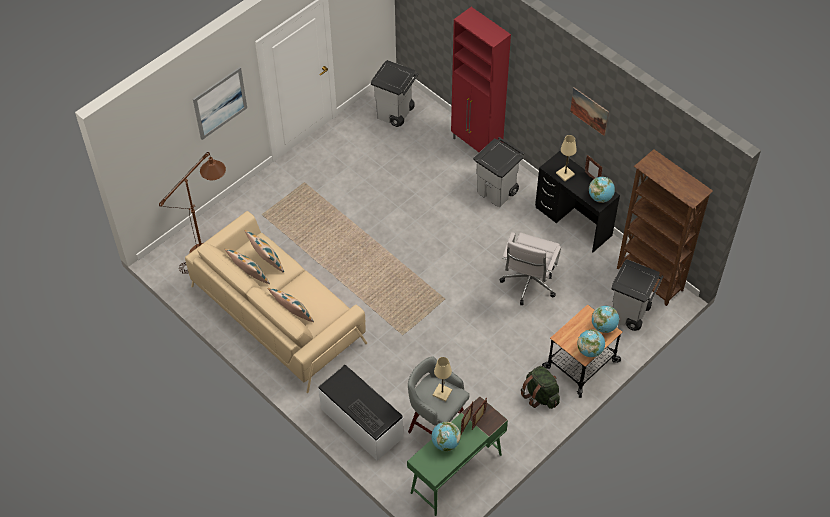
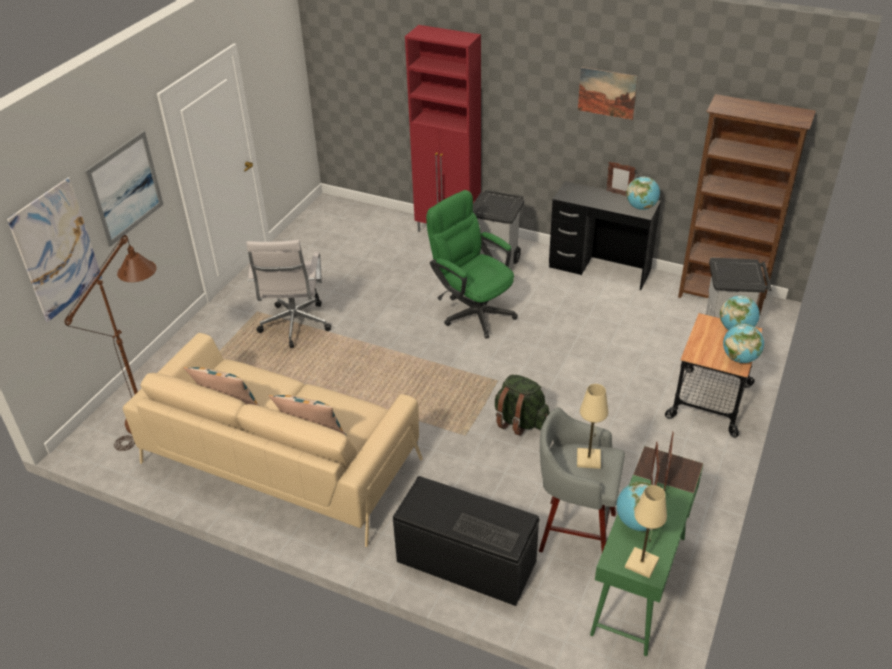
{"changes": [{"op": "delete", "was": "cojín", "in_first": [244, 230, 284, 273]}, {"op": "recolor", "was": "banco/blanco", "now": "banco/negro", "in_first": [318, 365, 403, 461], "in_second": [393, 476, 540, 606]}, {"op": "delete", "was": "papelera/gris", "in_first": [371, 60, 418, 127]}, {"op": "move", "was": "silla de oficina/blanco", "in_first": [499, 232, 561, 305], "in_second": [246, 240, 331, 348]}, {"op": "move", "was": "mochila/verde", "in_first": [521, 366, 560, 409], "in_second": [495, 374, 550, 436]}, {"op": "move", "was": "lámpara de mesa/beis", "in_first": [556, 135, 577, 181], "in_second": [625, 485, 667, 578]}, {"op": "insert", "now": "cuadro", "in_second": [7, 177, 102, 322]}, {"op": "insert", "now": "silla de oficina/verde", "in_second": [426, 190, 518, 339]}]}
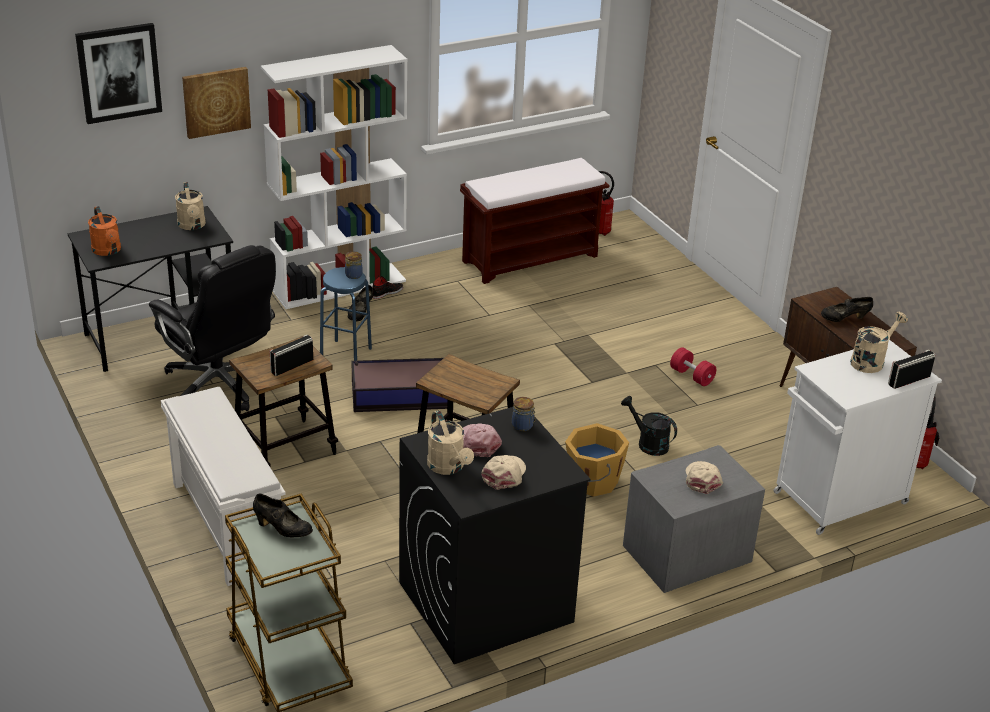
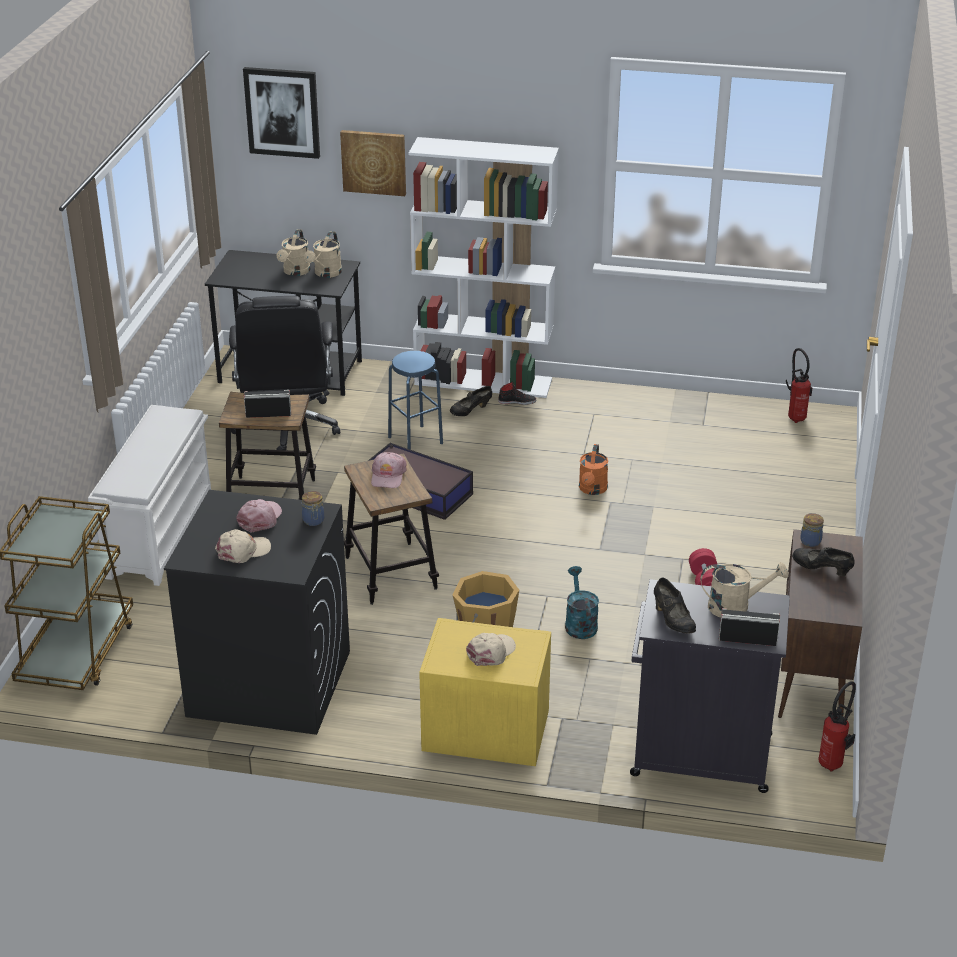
{"changes": [{"op": "move", "was": "regadera/naranja", "in_first": [88, 206, 121, 256], "in_second": [579, 444, 608, 495]}, {"op": "move", "was": "zapato/negro", "in_first": [253, 494, 313, 537], "in_second": [654, 577, 696, 634]}, {"op": "move", "was": "tarro", "in_first": [345, 252, 363, 279], "in_second": [800, 513, 824, 547]}, {"op": "move", "was": "regadera/beis", "in_first": [427, 411, 474, 475], "in_second": [277, 229, 311, 276]}, {"op": "delete", "was": "banco/marrón", "in_first": [460, 158, 609, 284]}, {"op": "recolor", "was": "regadera/negro", "now": "regadera/turquesa", "in_first": [621, 396, 677, 456], "in_second": [565, 566, 599, 639]}, {"op": "recolor", "was": "mesita de noche/gris", "now": "mesita de noche/amarillo", "in_first": [623, 445, 765, 593], "in_second": [419, 618, 551, 766]}, {"op": "recolor", "was": "armario/blanco", "now": "armario/negro", "in_first": [773, 340, 942, 535], "in_second": [630, 579, 790, 793]}, {"op": "insert", "now": "gorra/rosa", "in_second": [371, 452, 407, 488]}]}
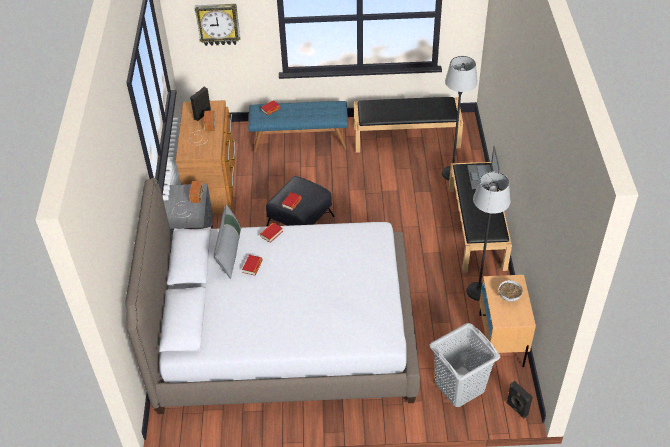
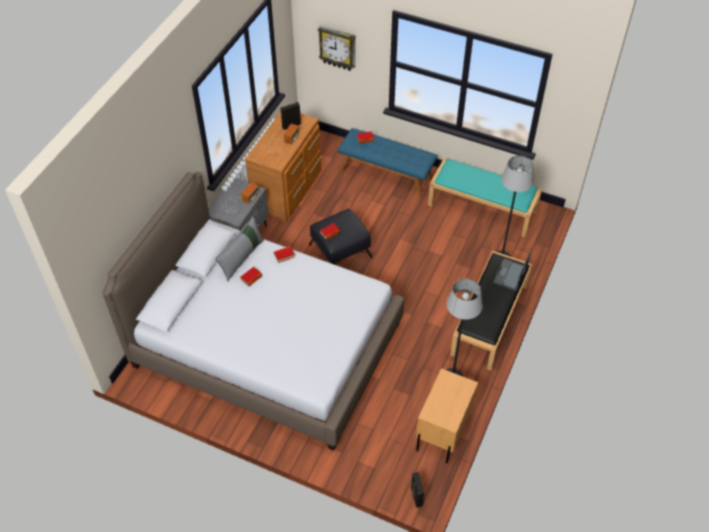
{"changes": [{"op": "recolor", "was": "banco/negro", "now": "banco/turquesa", "in_first": [354, 97, 463, 153], "in_second": [428, 158, 542, 238]}, {"op": "delete", "was": "cesto de la ropa/gris", "in_first": [430, 323, 500, 407]}, {"op": "delete", "was": "cuenco", "in_first": [499, 280, 523, 302]}]}
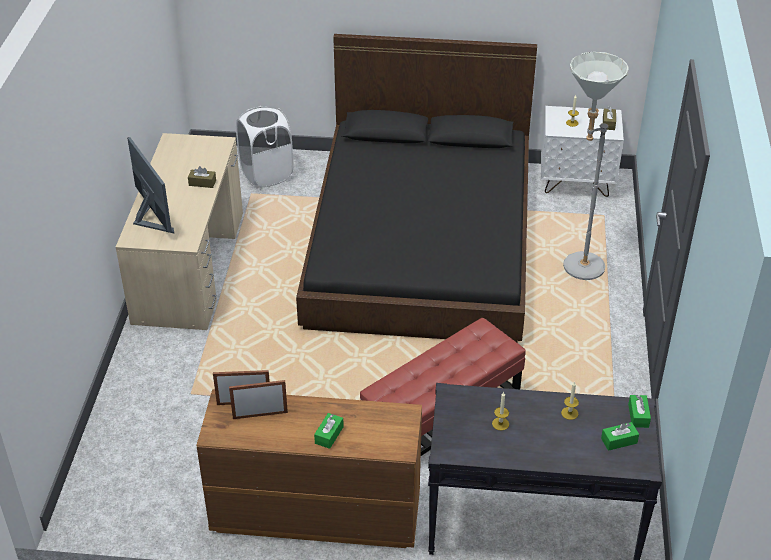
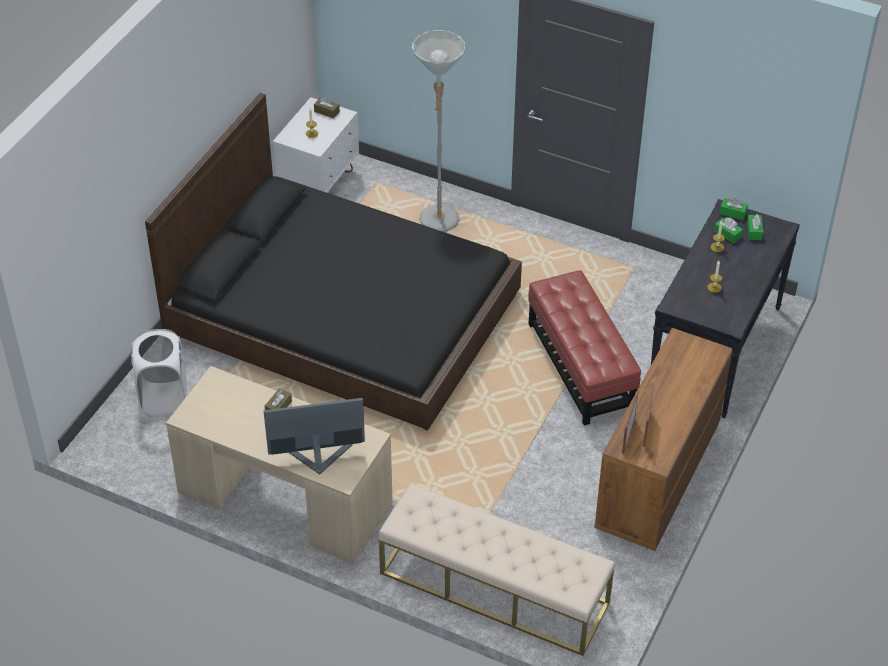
{"changes": [{"op": "move", "was": "caja de pañuelos/verde", "in_first": [314, 413, 344, 449], "in_second": [714, 217, 743, 244]}, {"op": "insert", "now": "banco/beis", "in_second": [379, 483, 615, 656]}]}
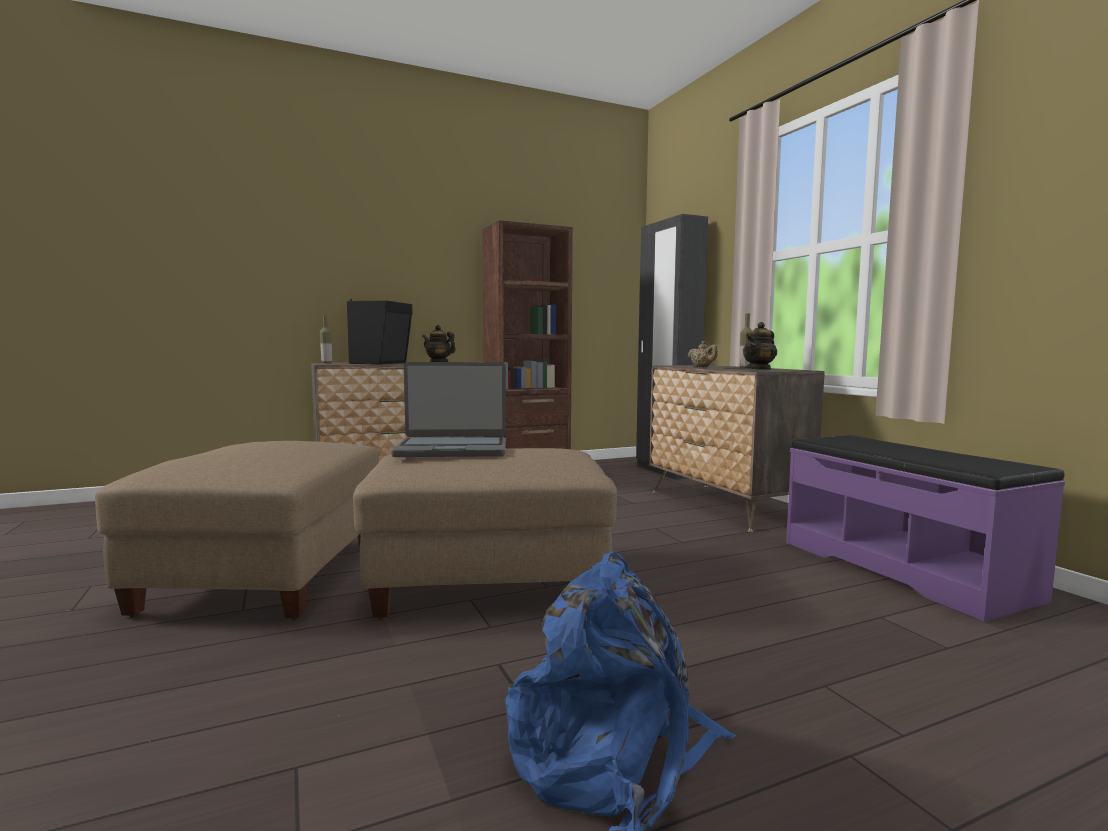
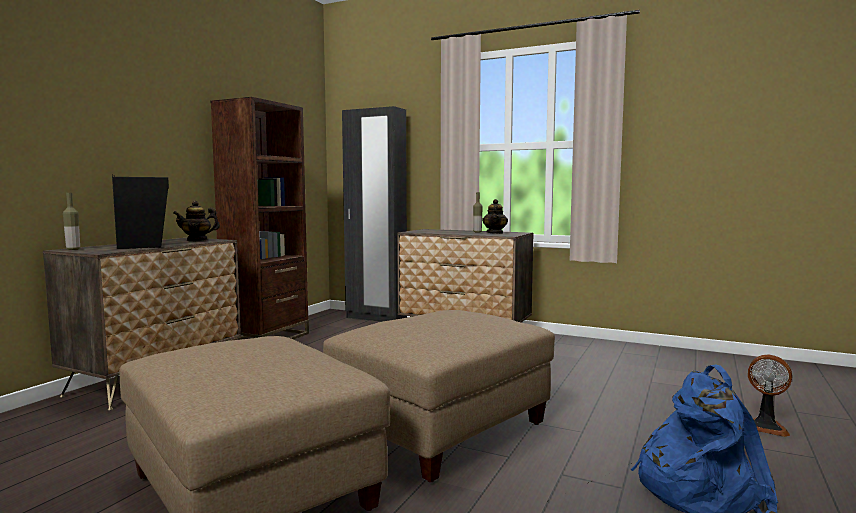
{"changes": [{"op": "delete", "was": "portátil", "in_first": [391, 362, 506, 457]}, {"op": "delete", "was": "tetera/beis", "in_first": [688, 341, 718, 367]}, {"op": "delete", "was": "banco/morado", "in_first": [786, 435, 1065, 622]}, {"op": "insert", "now": "ventilador", "in_second": [748, 355, 792, 437]}]}
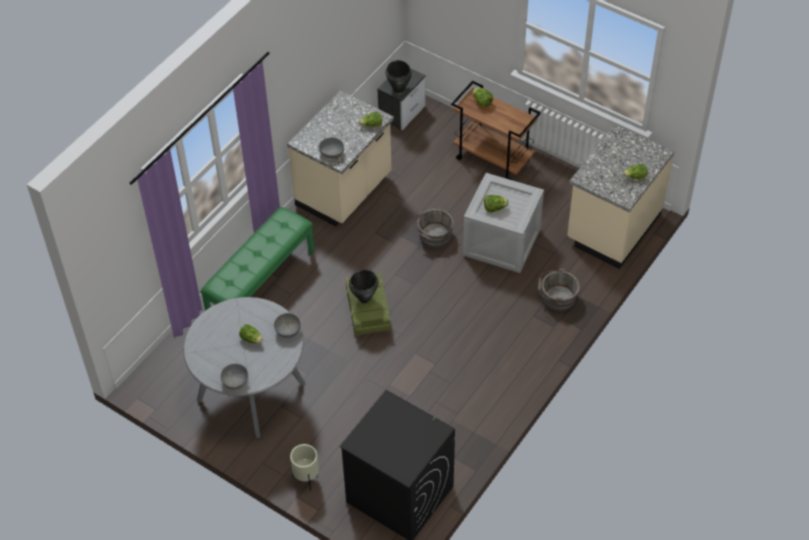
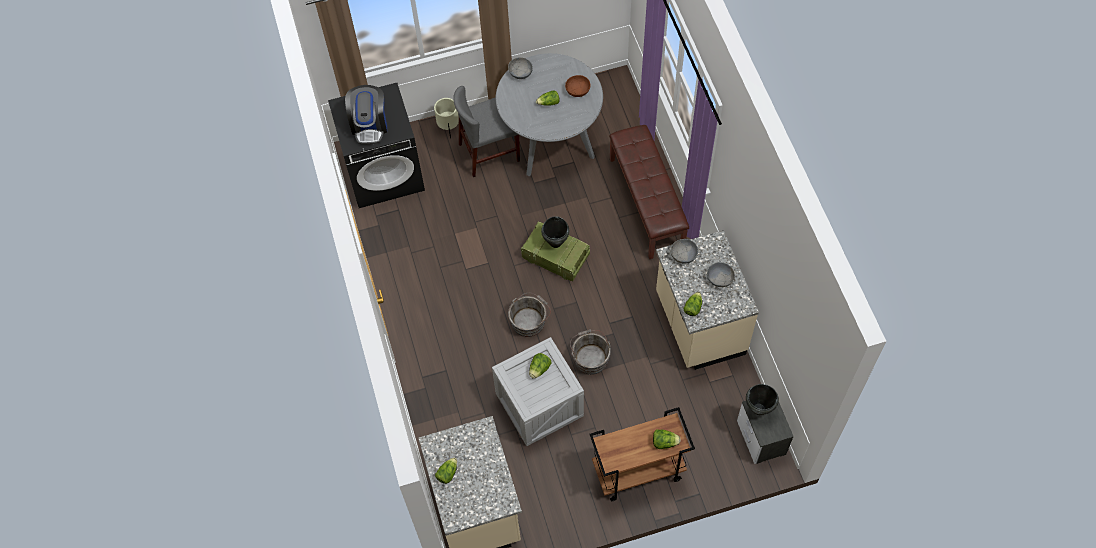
{"changes": [{"op": "recolor", "was": "banco/verde", "now": "banco/marrón", "in_first": [200, 207, 314, 311], "in_second": [609, 125, 689, 259]}, {"op": "move", "was": "cuenco/gris", "in_first": [274, 313, 301, 338], "in_second": [707, 262, 735, 287]}, {"op": "move", "was": "cubo/gris", "in_first": [538, 268, 580, 311], "in_second": [508, 292, 551, 337]}, {"op": "insert", "now": "cafetera", "in_second": [345, 85, 387, 145]}, {"op": "insert", "now": "silla/gris", "in_second": [453, 86, 520, 177]}, {"op": "insert", "now": "cuenco/marrón", "in_second": [565, 75, 591, 97]}]}
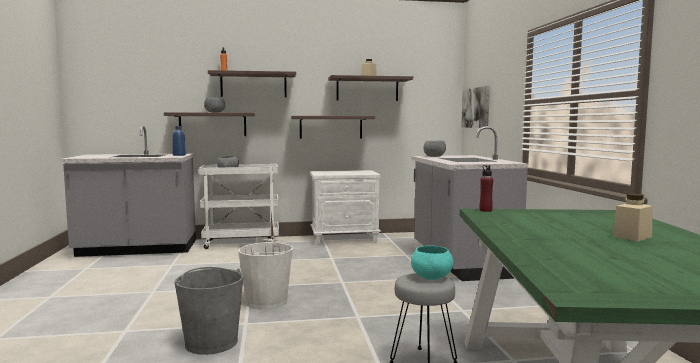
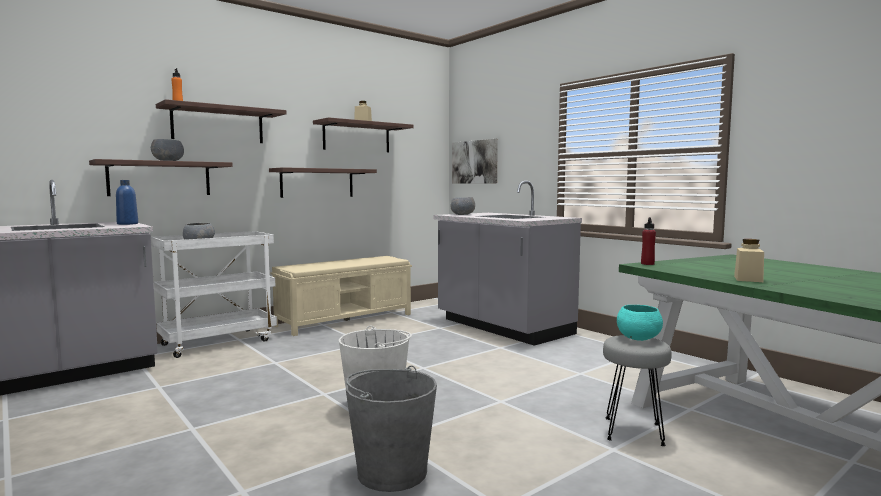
{"changes": [{"op": "replace", "was": "mesita de noche/blanco", "now": "banco/beis", "in_first": [310, 170, 381, 245], "in_second": [271, 256, 412, 336]}, {"op": "move", "was": "tarro/beis", "in_first": [613, 193, 653, 241], "in_second": [734, 239, 764, 282]}]}
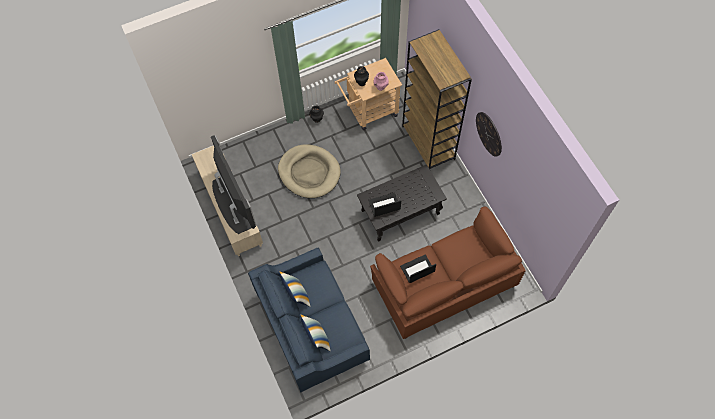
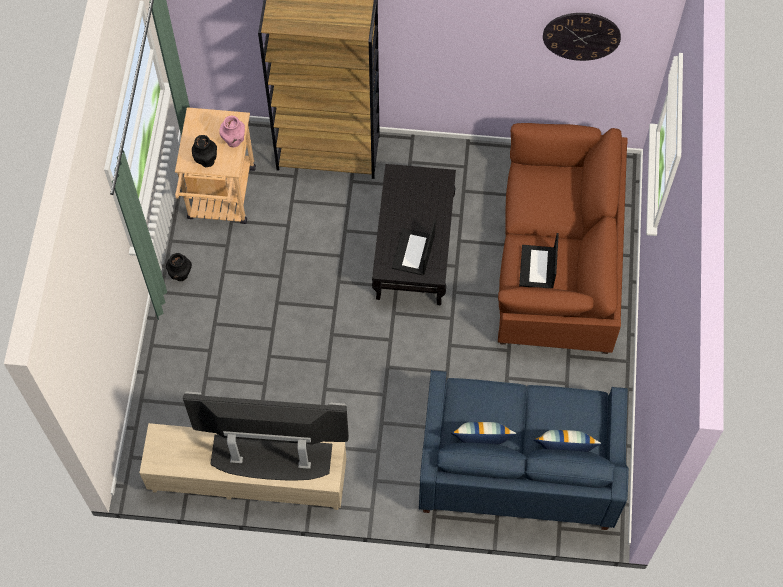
{"changes": [{"op": "delete", "was": "cama para perro/beis", "in_first": [278, 144, 341, 198]}, {"op": "move", "was": "reloj de pared", "in_first": [476, 112, 502, 157], "in_second": [543, 13, 621, 61]}]}
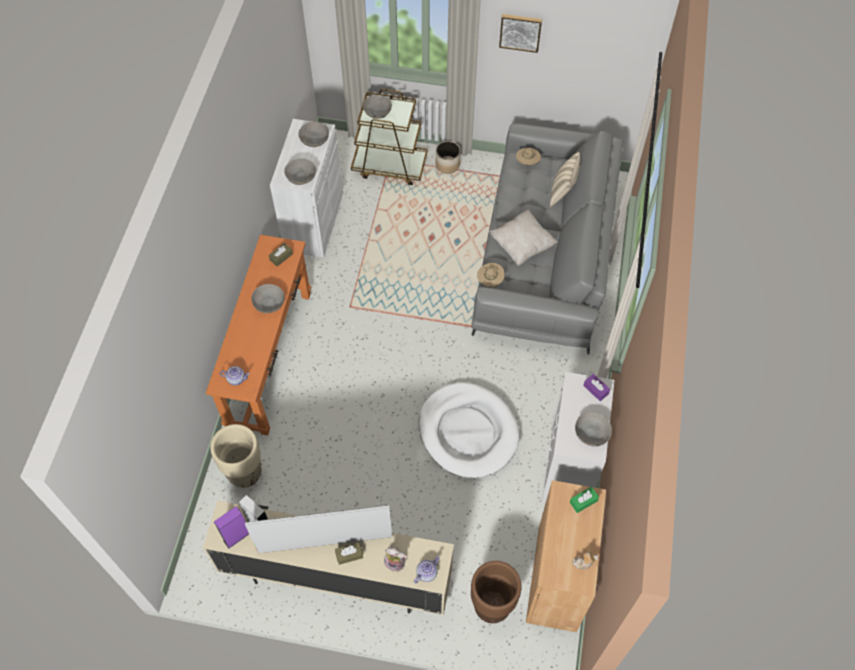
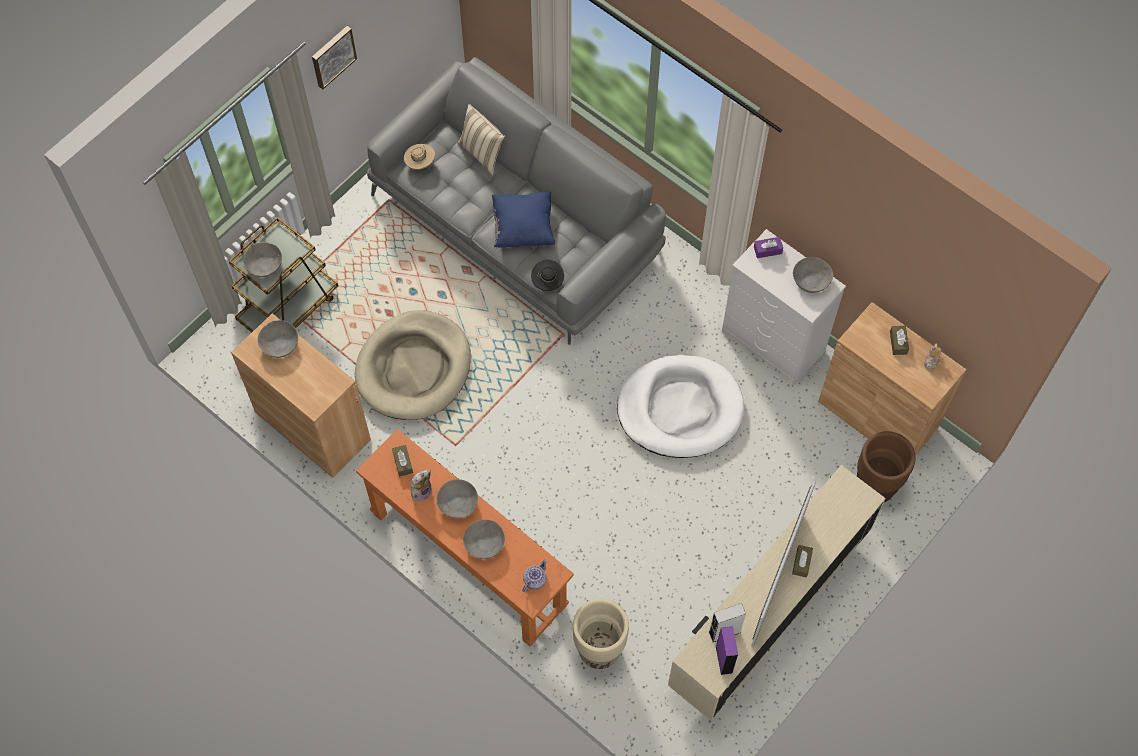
{"changes": [{"op": "recolor", "was": "armario/blanco", "now": "armario/marrón", "in_first": [270, 119, 343, 258], "in_second": [231, 313, 371, 478]}, {"op": "move", "was": "cuenco/gris", "in_first": [284, 158, 316, 185], "in_second": [463, 520, 505, 559]}, {"op": "move", "was": "peluche", "in_first": [384, 547, 408, 572], "in_second": [411, 469, 432, 502]}, {"op": "delete", "was": "tetera", "in_first": [414, 556, 440, 584]}, {"op": "delete", "was": "maceta", "in_first": [435, 141, 460, 174]}, {"op": "recolor", "was": "sombrero/beis", "now": "sombrero/negro", "in_first": [477, 263, 505, 287], "in_second": [531, 260, 564, 291]}, {"op": "recolor", "was": "cojín/beis", "now": "cojín/azul", "in_first": [489, 209, 558, 266], "in_second": [492, 192, 555, 248]}, {"op": "delete", "was": "caja de pañuelos/verde", "in_first": [570, 487, 599, 513]}, {"op": "insert", "now": "cama para perro/beis", "in_second": [355, 310, 471, 420]}, {"op": "insert", "now": "caja de pañuelos/marrón", "in_second": [890, 326, 909, 355]}]}
